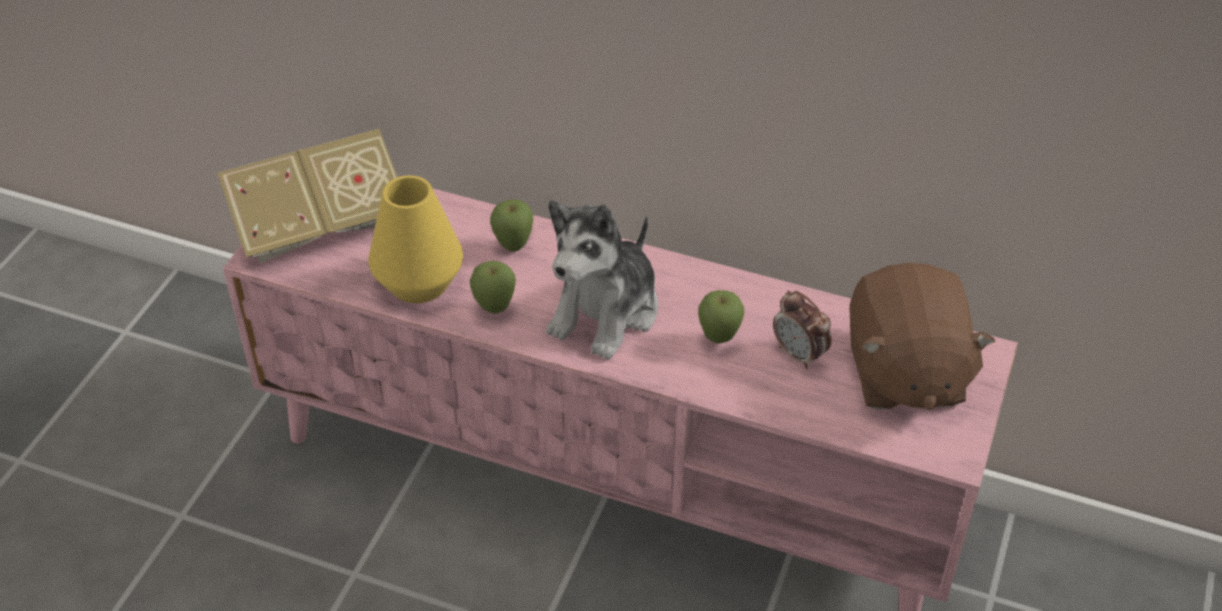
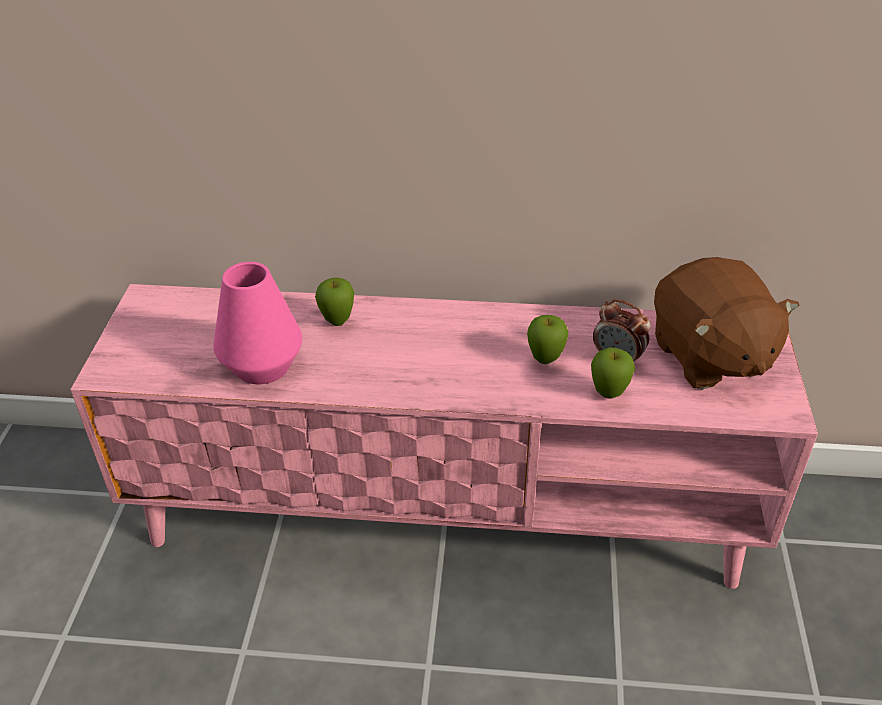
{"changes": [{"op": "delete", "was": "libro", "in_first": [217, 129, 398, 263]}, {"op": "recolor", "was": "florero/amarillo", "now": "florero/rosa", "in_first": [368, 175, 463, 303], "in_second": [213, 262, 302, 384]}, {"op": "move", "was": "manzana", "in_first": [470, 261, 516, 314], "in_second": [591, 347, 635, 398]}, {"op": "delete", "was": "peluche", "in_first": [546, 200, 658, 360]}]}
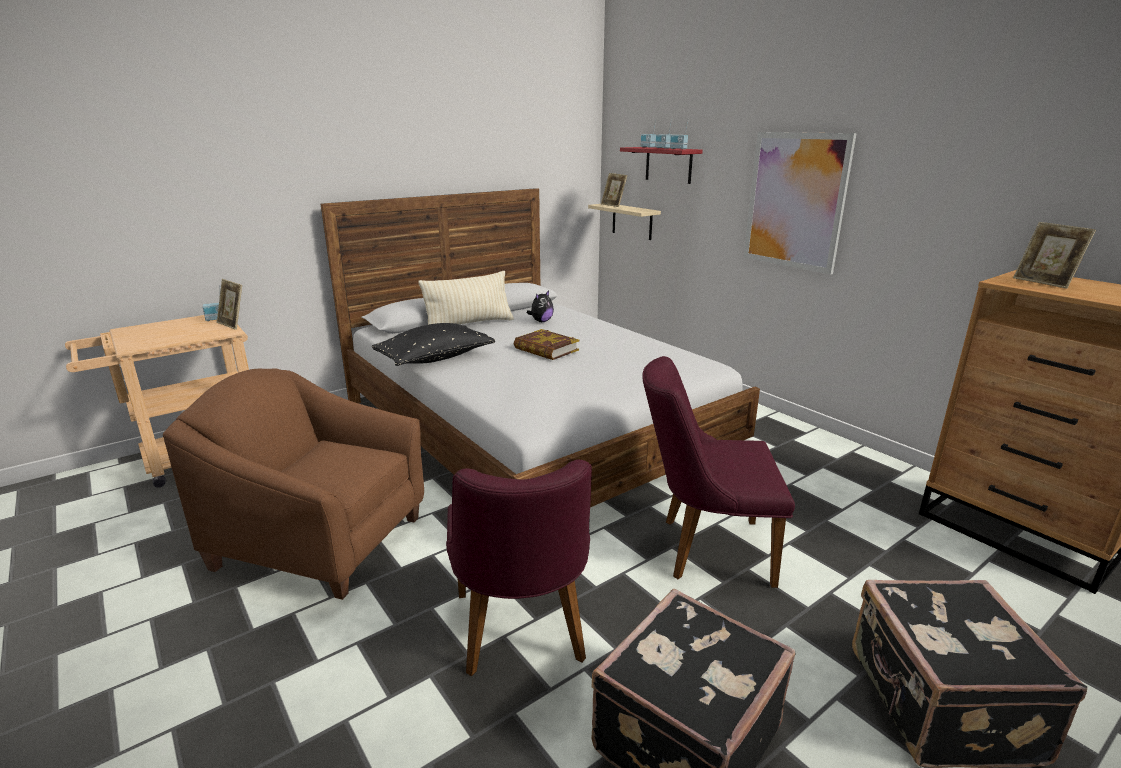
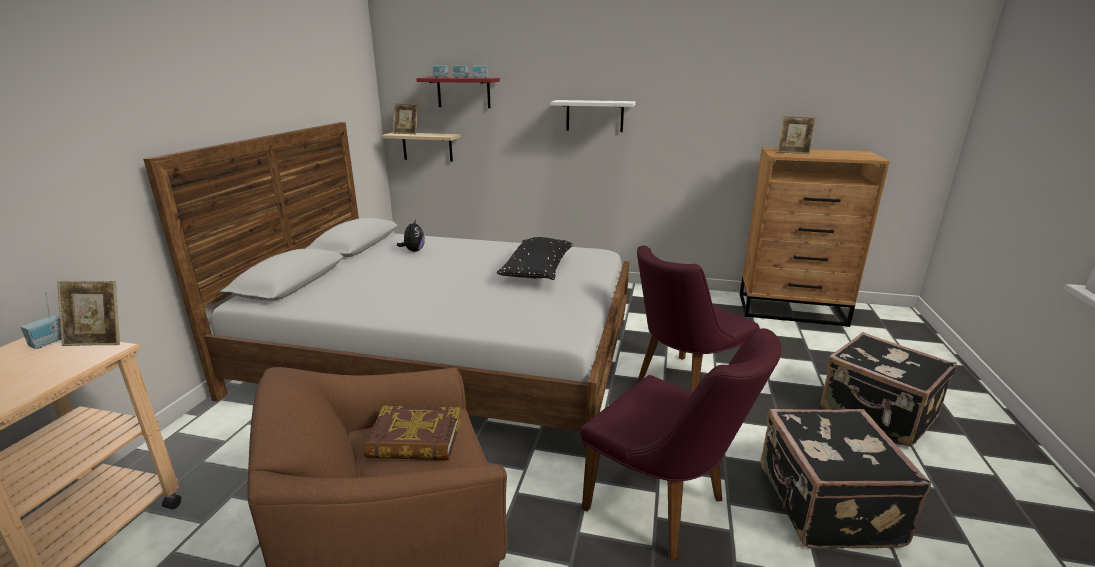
{"changes": [{"op": "move", "was": "cojín/negro", "in_first": [372, 323, 495, 366], "in_second": [497, 237, 573, 280]}, {"op": "delete", "was": "cojín/beis", "in_first": [418, 271, 514, 325]}, {"op": "move", "was": "libro", "in_first": [514, 329, 579, 360], "in_second": [364, 405, 461, 460]}, {"op": "replace", "was": "cuadro", "now": "estante/blanco", "in_first": [744, 132, 857, 275], "in_second": [551, 100, 636, 132]}]}
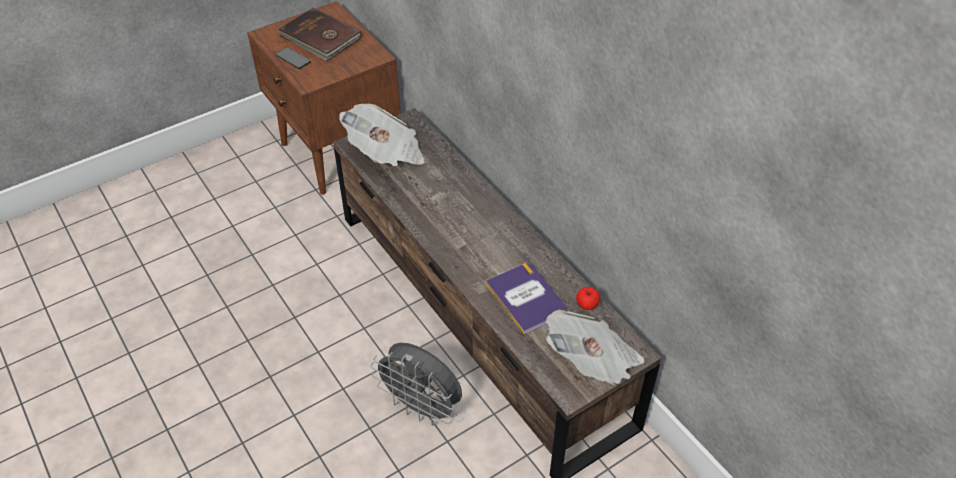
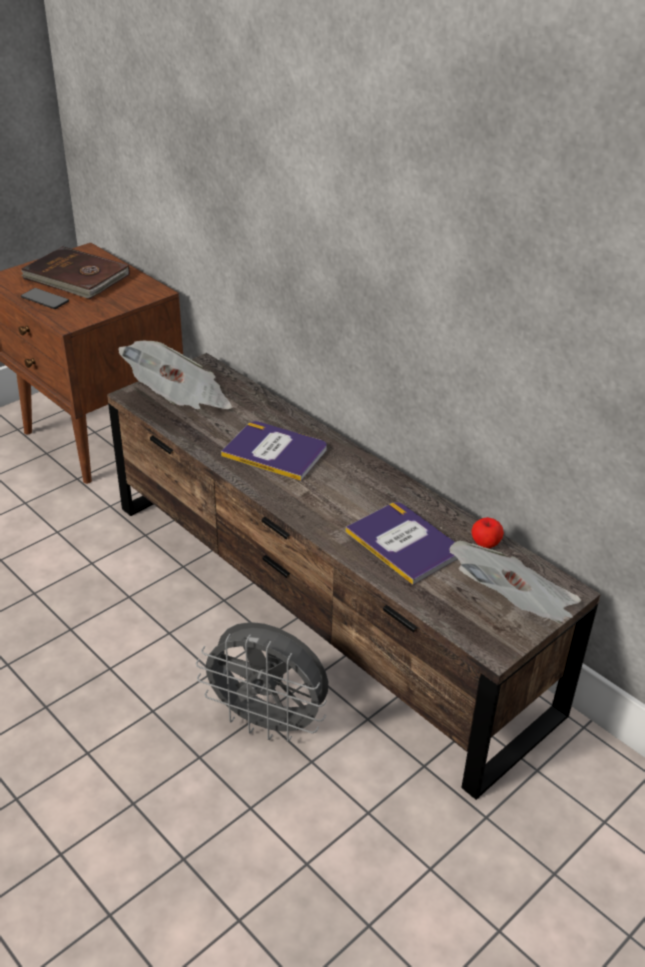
{"changes": [{"op": "insert", "now": "libro", "in_second": [221, 421, 327, 481]}]}
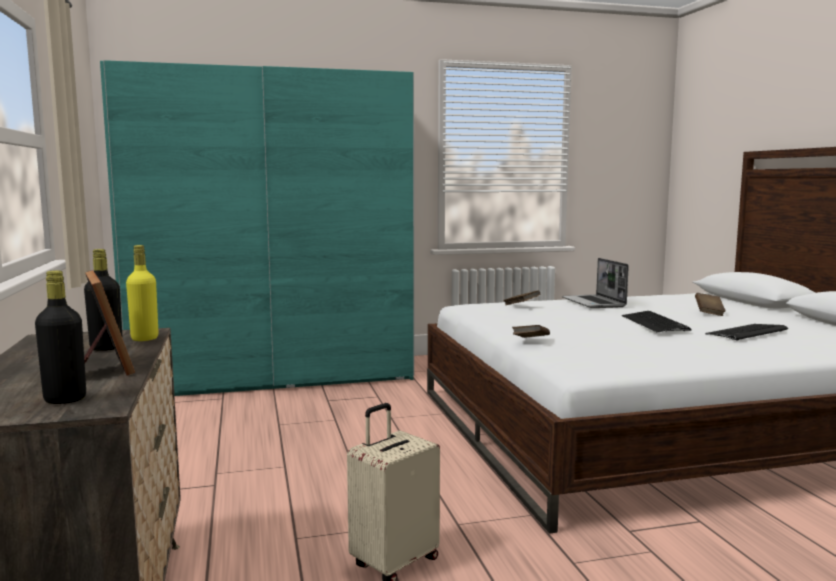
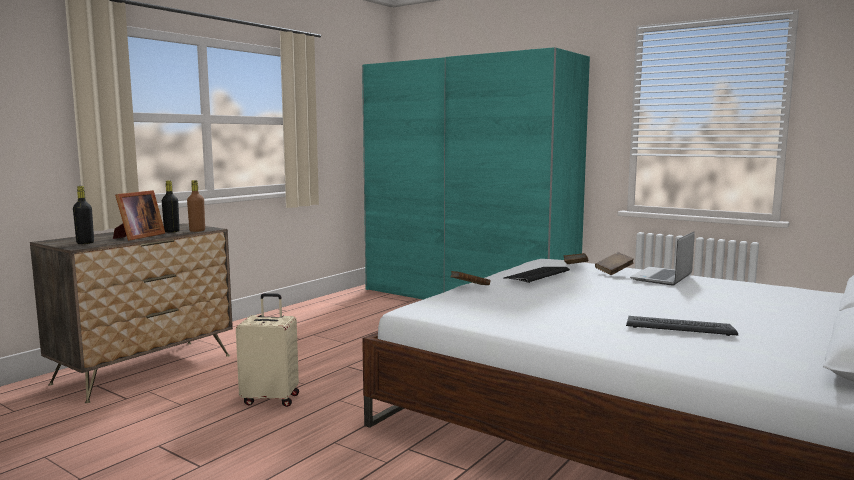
{"changes": [{"op": "recolor", "was": "botella/amarillo", "now": "botella/marrón", "in_first": [126, 245, 159, 341], "in_second": [187, 180, 205, 232]}, {"op": "move", "was": "teclado", "in_first": [622, 311, 692, 332], "in_second": [503, 267, 570, 283]}, {"op": "move", "was": "libro/marrón", "in_first": [695, 293, 726, 316], "in_second": [595, 252, 634, 275]}]}
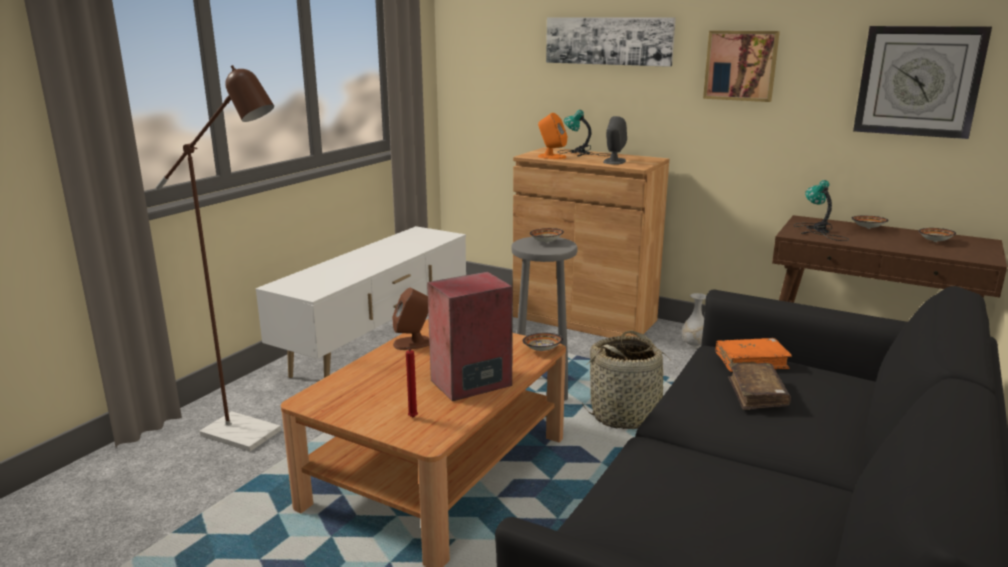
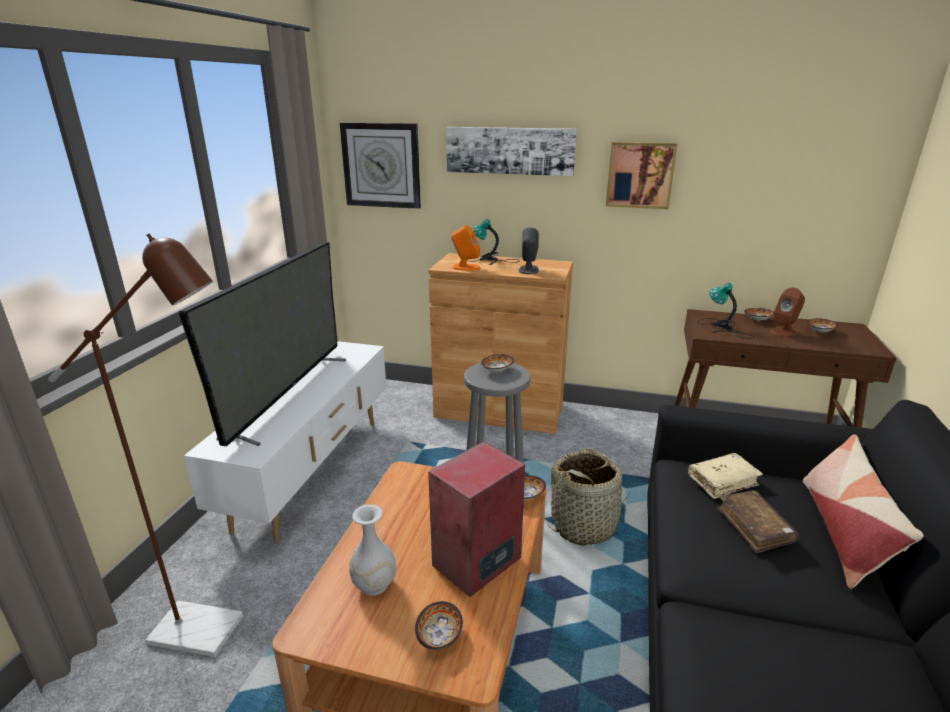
{"changes": [{"op": "move", "was": "altavoz/marrón", "in_first": [393, 288, 429, 350], "in_second": [770, 288, 805, 337]}, {"op": "replace", "was": "vela/rojo", "now": "cuenco", "in_first": [405, 347, 418, 417], "in_second": [415, 601, 463, 650]}, {"op": "move", "was": "florero/blanco", "in_first": [682, 293, 707, 349], "in_second": [349, 504, 396, 596]}, {"op": "recolor", "was": "libro/naranja", "now": "libro/beis", "in_first": [716, 338, 792, 372], "in_second": [688, 453, 763, 499]}, {"op": "move", "was": "reloj de pared", "in_first": [853, 26, 992, 139], "in_second": [340, 123, 421, 209]}, {"op": "insert", "now": "televisor", "in_second": [179, 242, 346, 446]}, {"op": "insert", "now": "cojín", "in_second": [803, 434, 924, 589]}]}
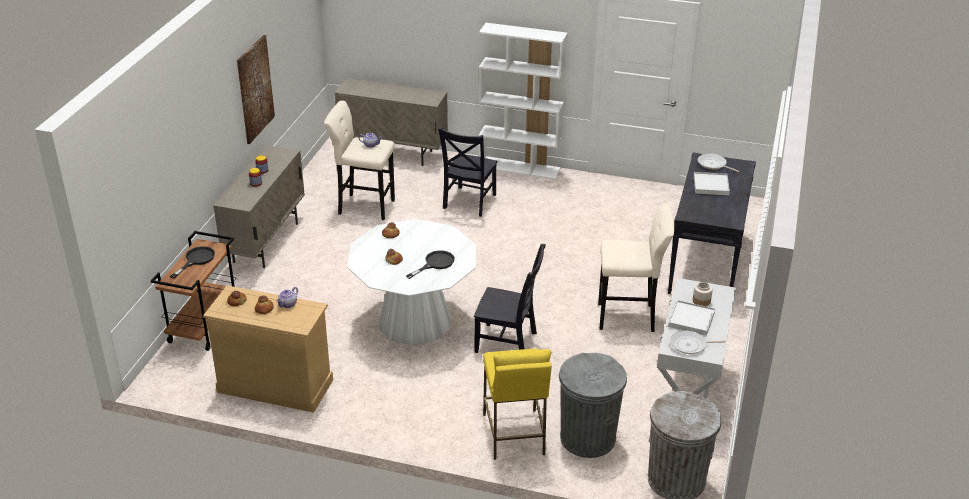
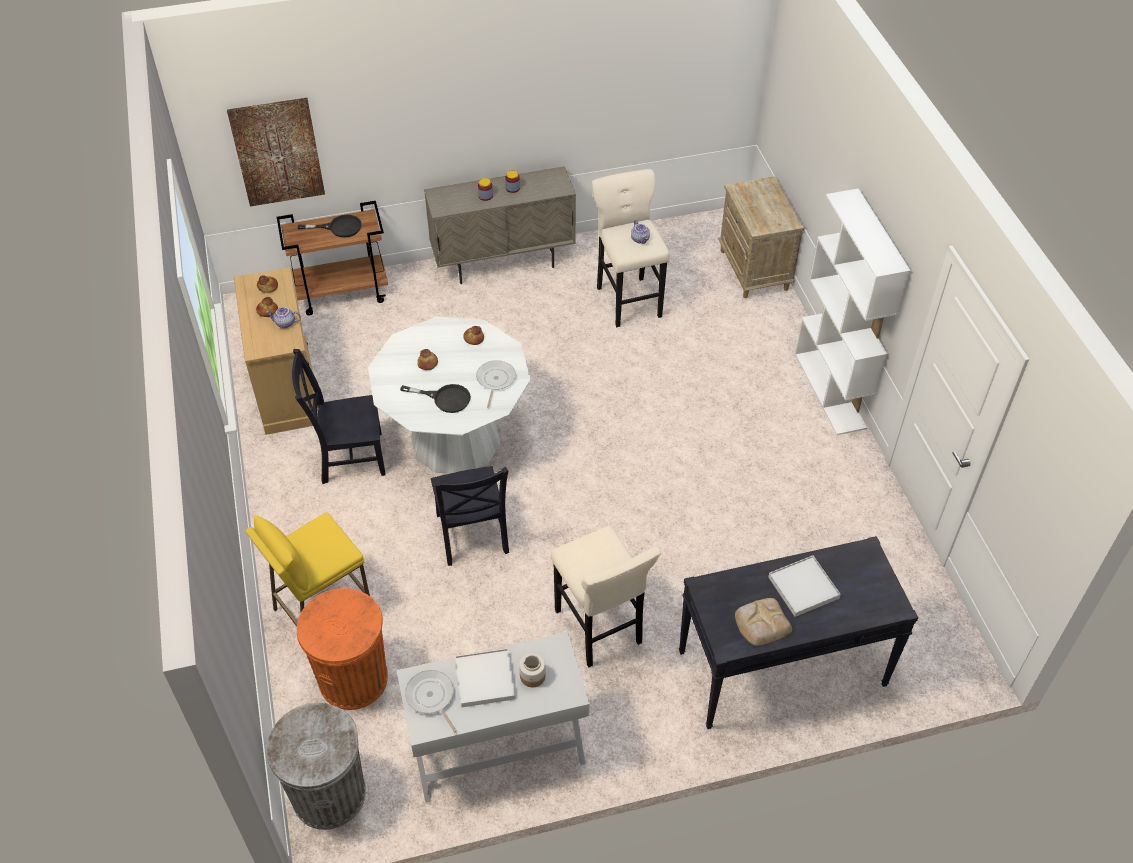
{"changes": [{"op": "move", "was": "cuadro", "in_first": [237, 35, 275, 144], "in_second": [227, 98, 325, 206]}, {"op": "replace", "was": "armario/beis", "now": "mesita de noche/beis", "in_first": [334, 78, 448, 166], "in_second": [718, 176, 804, 298]}, {"op": "move", "was": "silla/negro", "in_first": [438, 127, 498, 217], "in_second": [292, 349, 386, 484]}, {"op": "recolor", "was": "papelera/gris", "now": "papelera/naranja", "in_first": [559, 353, 627, 458], "in_second": [297, 588, 388, 710]}, {"op": "move", "was": "sartén", "in_first": [698, 153, 739, 172], "in_second": [476, 360, 516, 408]}, {"op": "insert", "now": "pan", "in_second": [735, 598, 792, 646]}]}
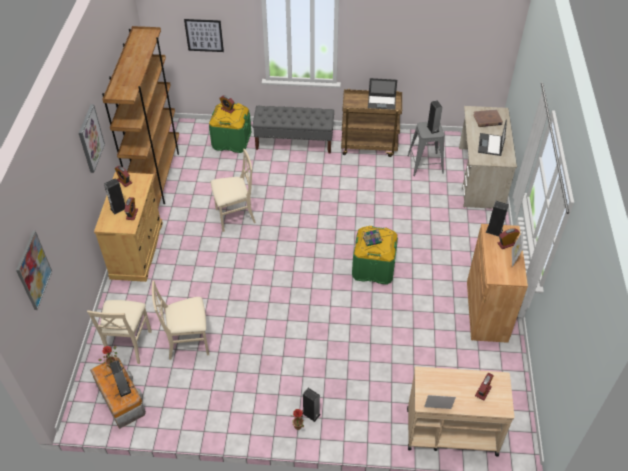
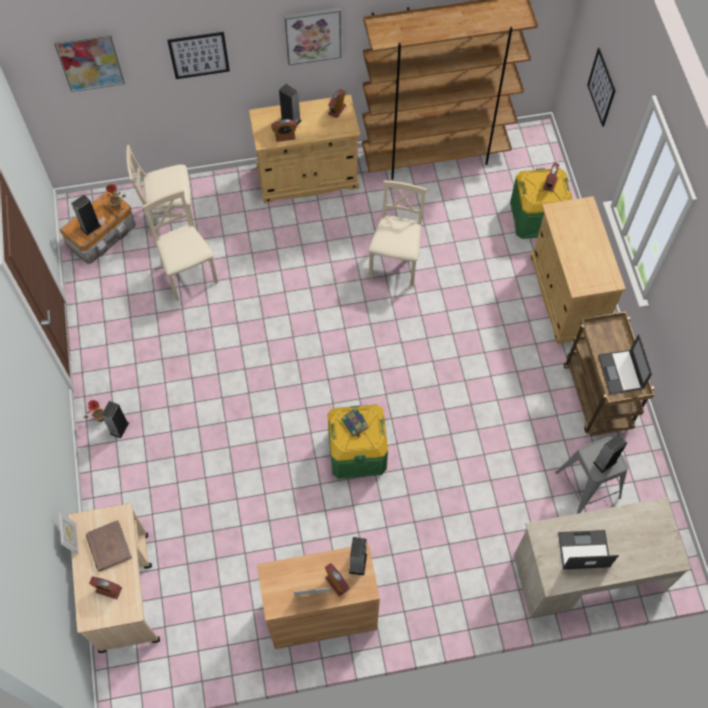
{"changes": [{"op": "rotate", "was": "silla/beis", "in_first": [211, 149, 256, 232], "in_second": [368, 180, 427, 287], "clockwise": -135}, {"op": "replace", "was": "banco/gris", "now": "armario/beis", "in_first": [252, 106, 334, 154], "in_second": [530, 196, 626, 344]}, {"op": "move", "was": "libro/marrón", "in_first": [473, 109, 503, 127], "in_second": [86, 520, 132, 572]}, {"op": "insert", "now": "cuadro", "in_second": [167, 32, 230, 79]}]}
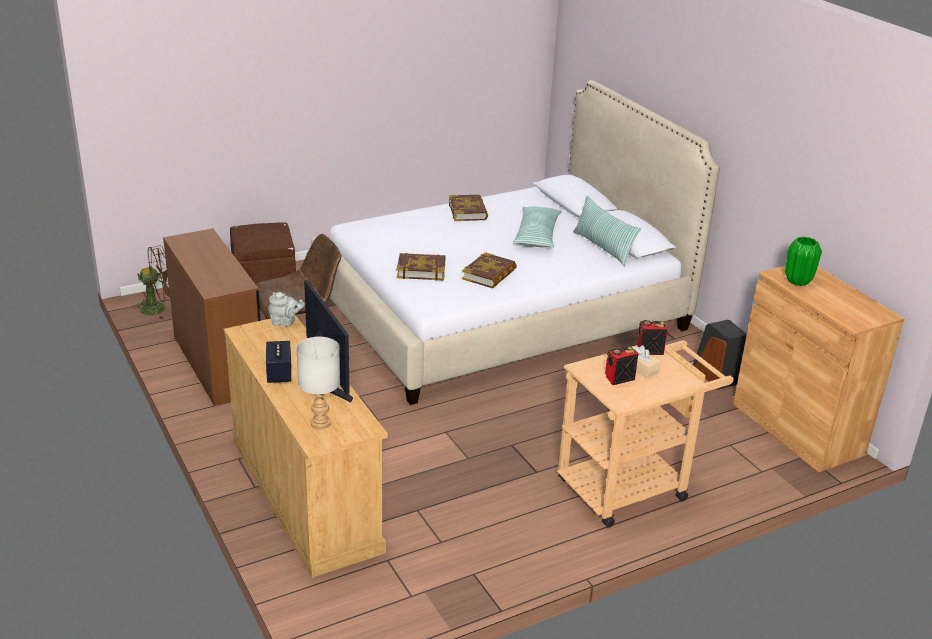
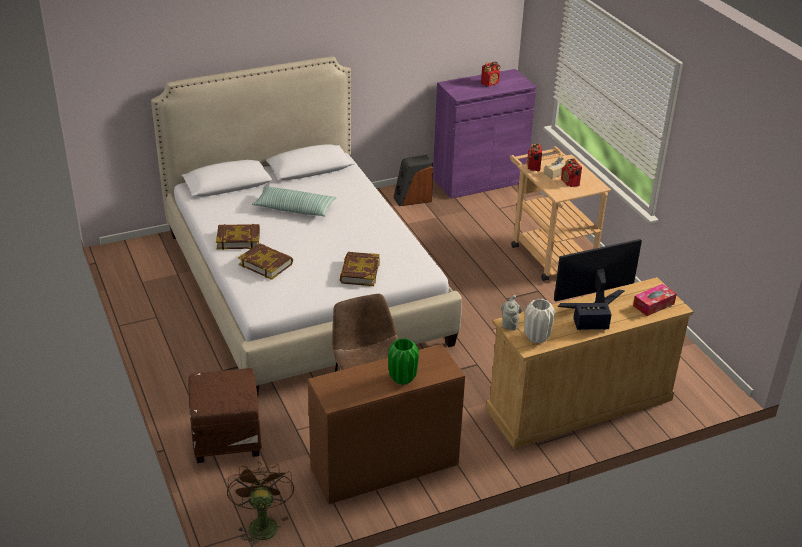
{"changes": [{"op": "replace", "was": "lámpara de mesa/gris", "now": "caja de pañuelos", "in_first": [296, 337, 340, 429], "in_second": [633, 284, 677, 316]}, {"op": "move", "was": "libro", "in_first": [462, 252, 517, 288], "in_second": [238, 243, 293, 280]}, {"op": "delete", "was": "cojín", "in_first": [573, 196, 641, 266]}, {"op": "recolor", "was": "armario/marrón", "now": "armario/morado", "in_first": [733, 266, 904, 472], "in_second": [433, 69, 537, 199]}, {"op": "move", "was": "florero/verde", "in_first": [785, 237, 822, 286], "in_second": [388, 338, 419, 385]}, {"op": "insert", "now": "radio", "in_second": [481, 62, 500, 86]}, {"op": "insert", "now": "florero/blanco", "in_second": [524, 299, 555, 343]}]}
